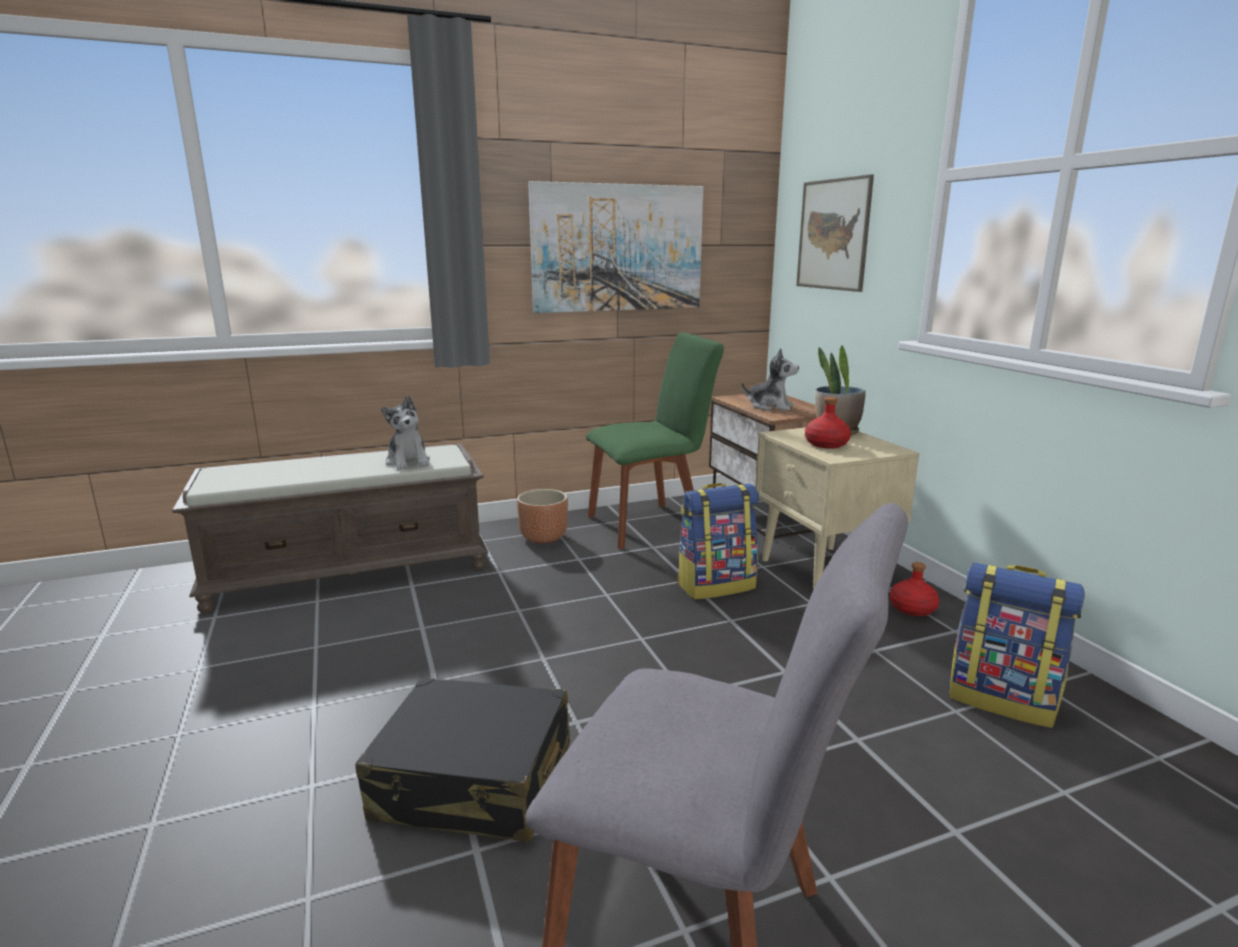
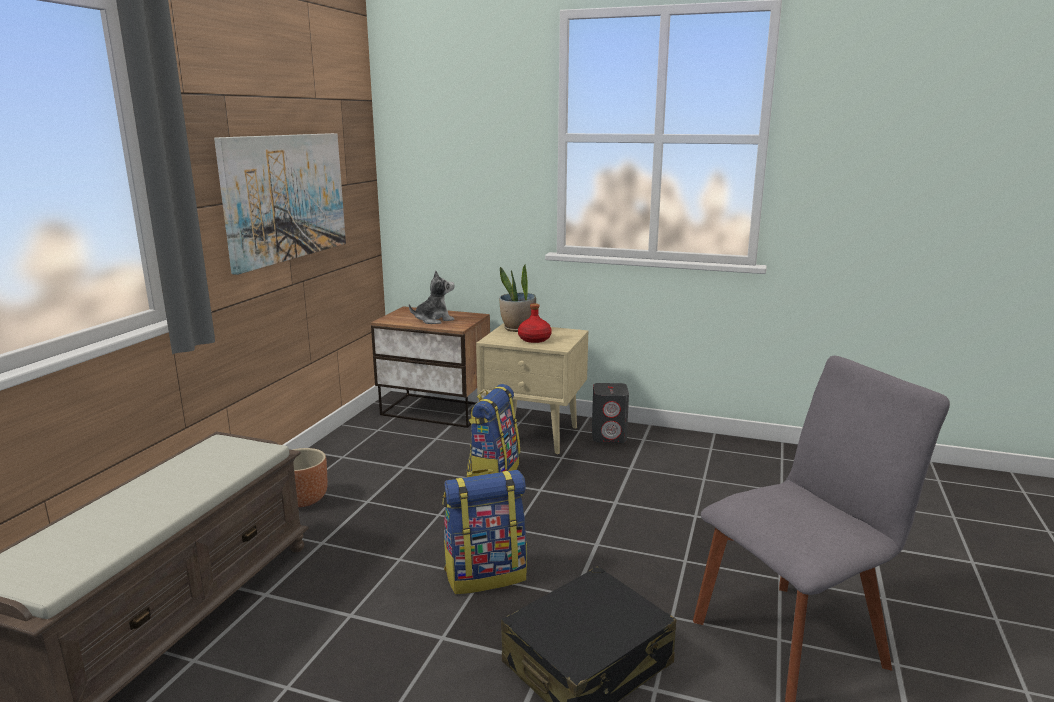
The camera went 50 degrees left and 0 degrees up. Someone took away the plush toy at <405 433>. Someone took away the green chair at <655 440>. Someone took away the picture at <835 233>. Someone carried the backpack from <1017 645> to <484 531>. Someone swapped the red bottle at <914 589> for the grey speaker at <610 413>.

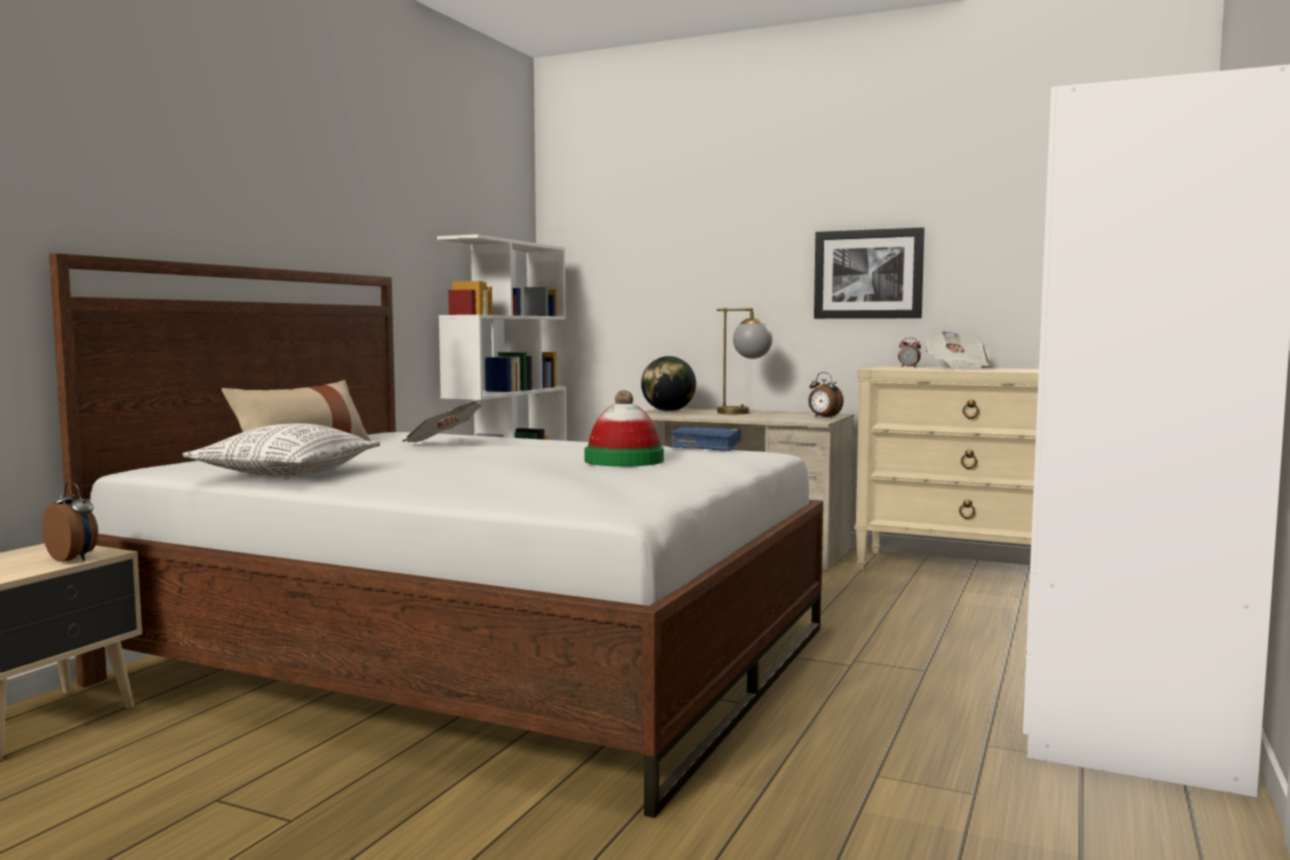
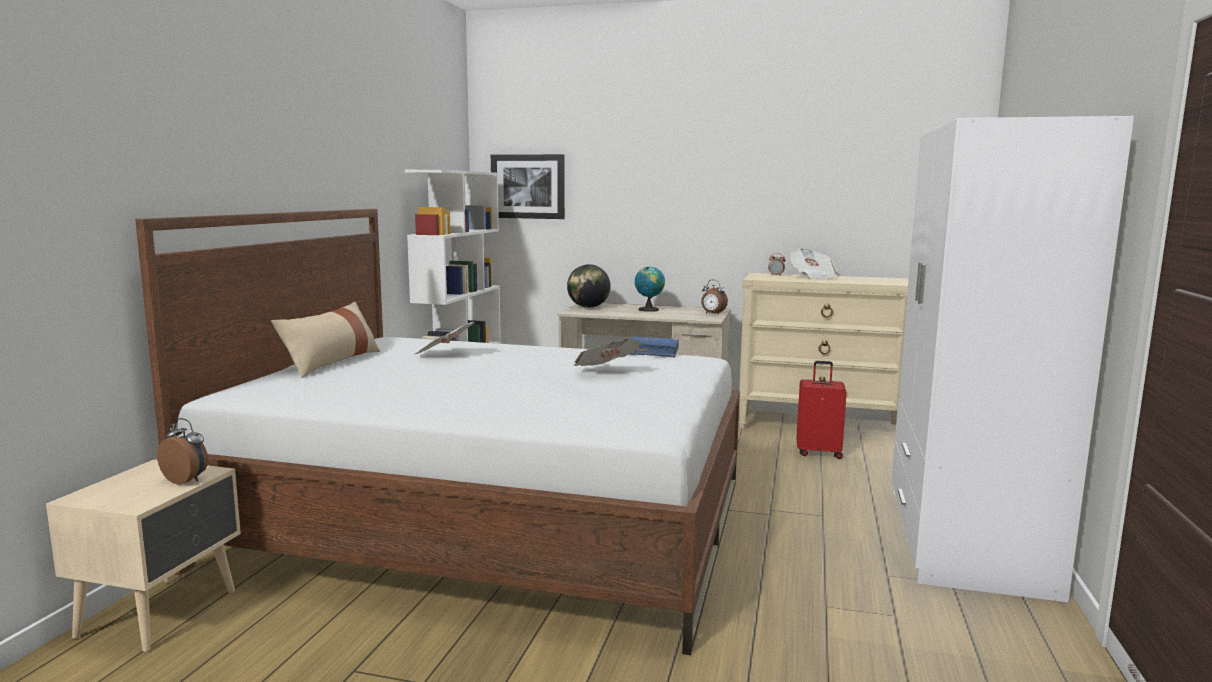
The camera went 10 degrees left and 5 degrees up. Someone took away the pillow at <281 450>. Someone put down the red suitcase at <822 410>. Someone carried the picture from <869 273> to <528 186>. Someone swapped the hat at <624 428> for the newspaper at <607 352>. Someone swapped the table lamp at <744 361> for the globe at <650 289>.

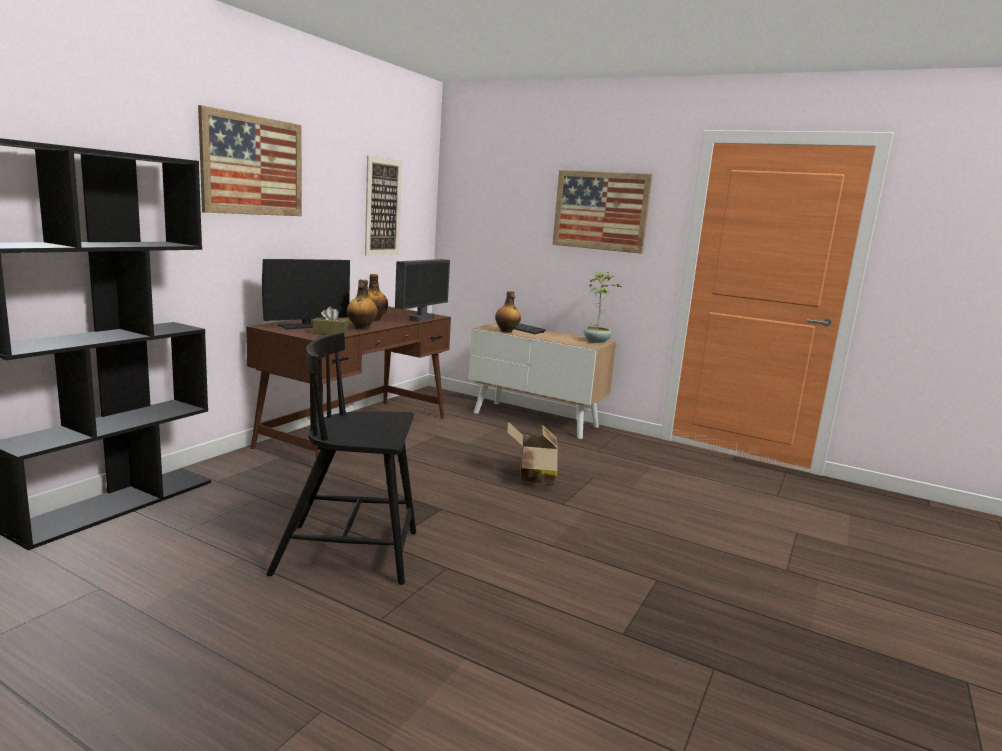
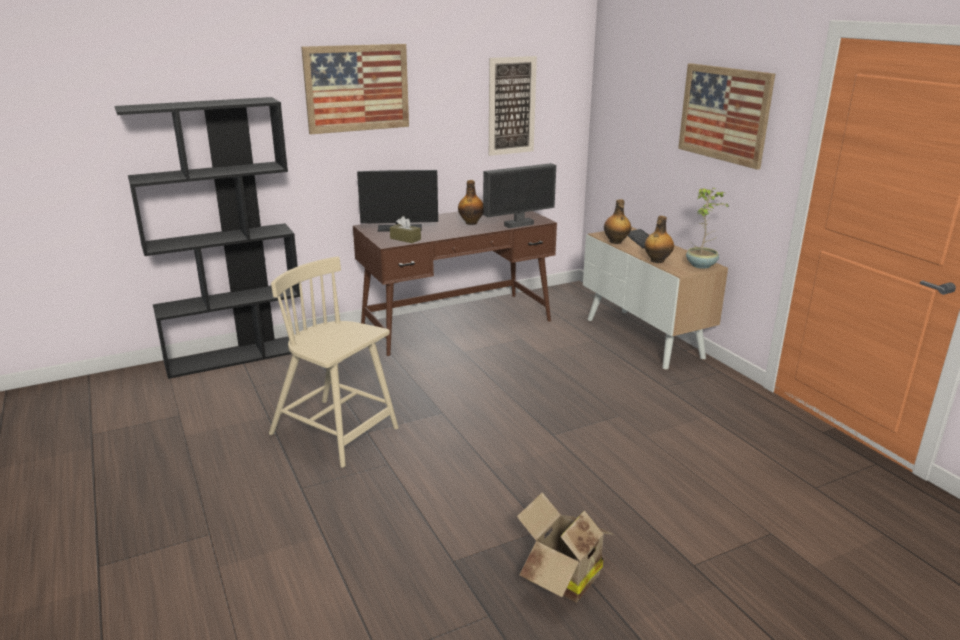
The camera went 35 degrees right and 10 degrees up. Someone carried the bottle from <362 304> to <659 239>. Someone carried the cardboard box from <532 453> to <566 547>. Someone repainted the black chair at <341 459>, which became the beige chair at <334 362>.

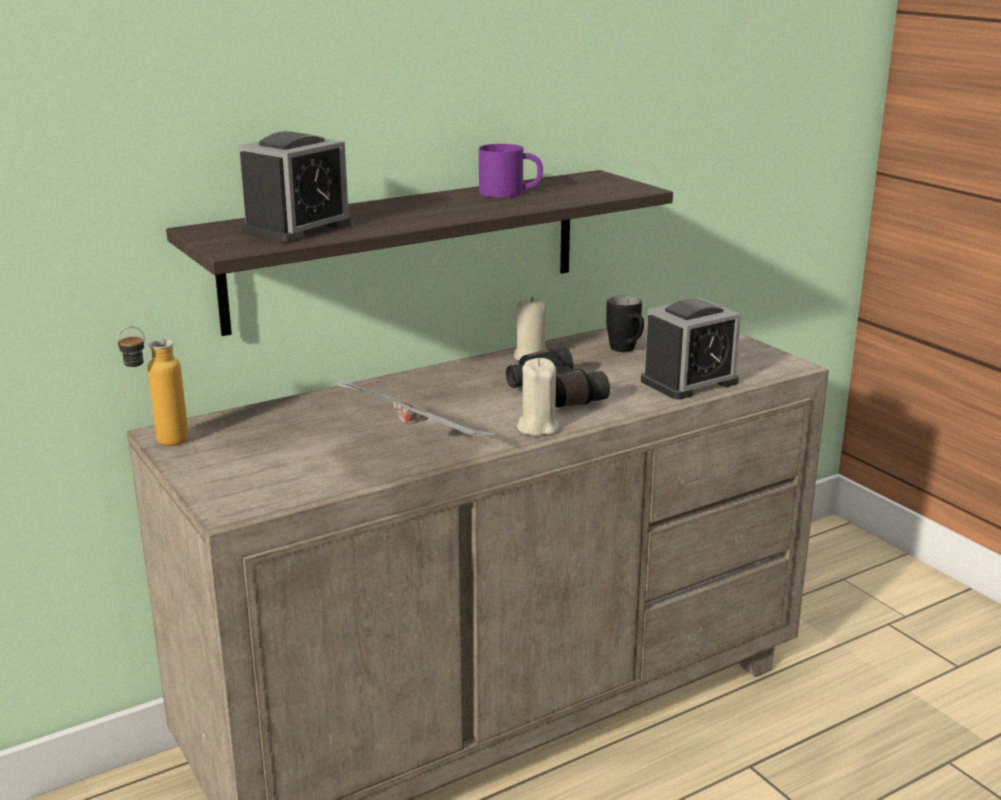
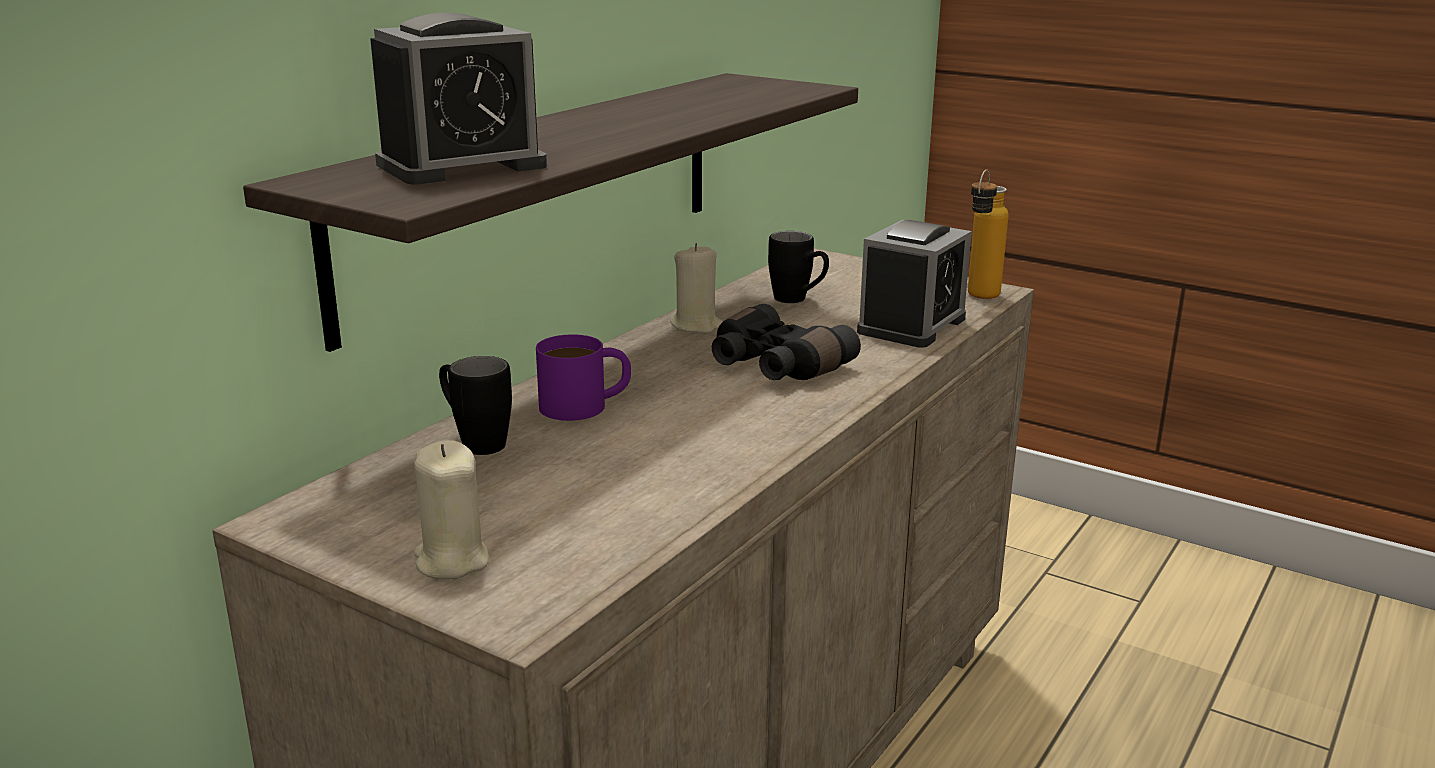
The camera went 25 degrees left and 0 degrees up. Someone took away the newspaper at <411 409>. Someone put down the black mug at <475 405>. Someone carried the bottle from <152 386> to <988 234>. Someone carried the purple mug from <511 170> to <583 377>. Someone carried the beige candle from <538 397> to <451 509>. Someone rotated the alarm clock at <295 187> by 45 degrees clockwise.

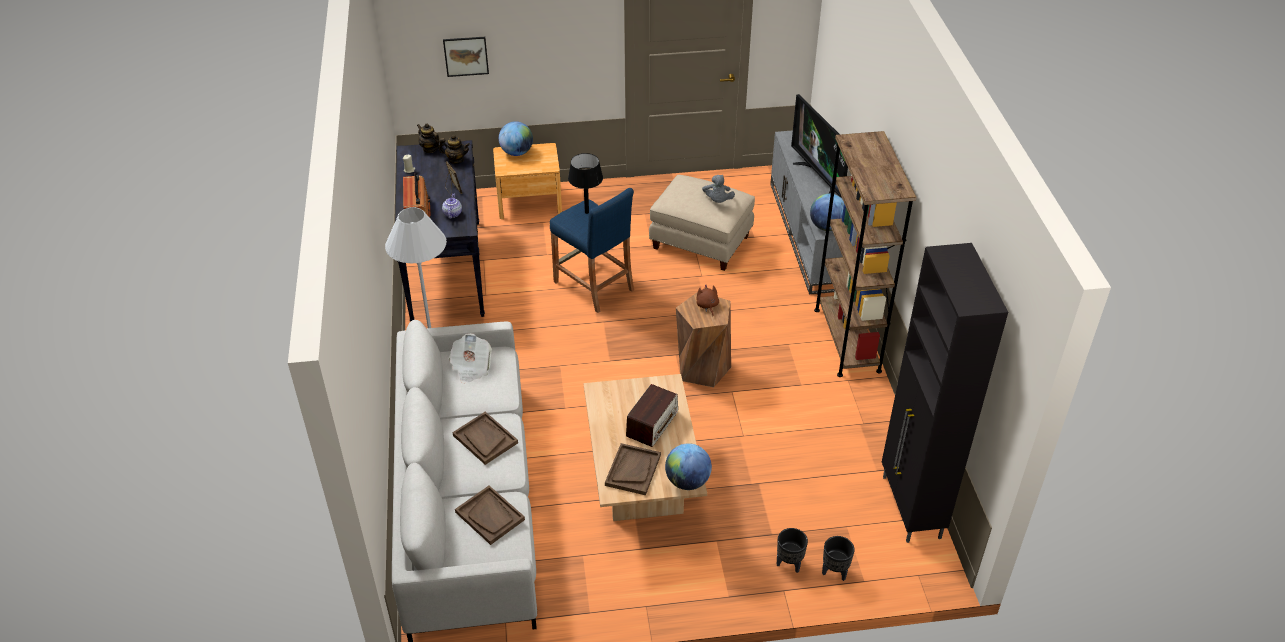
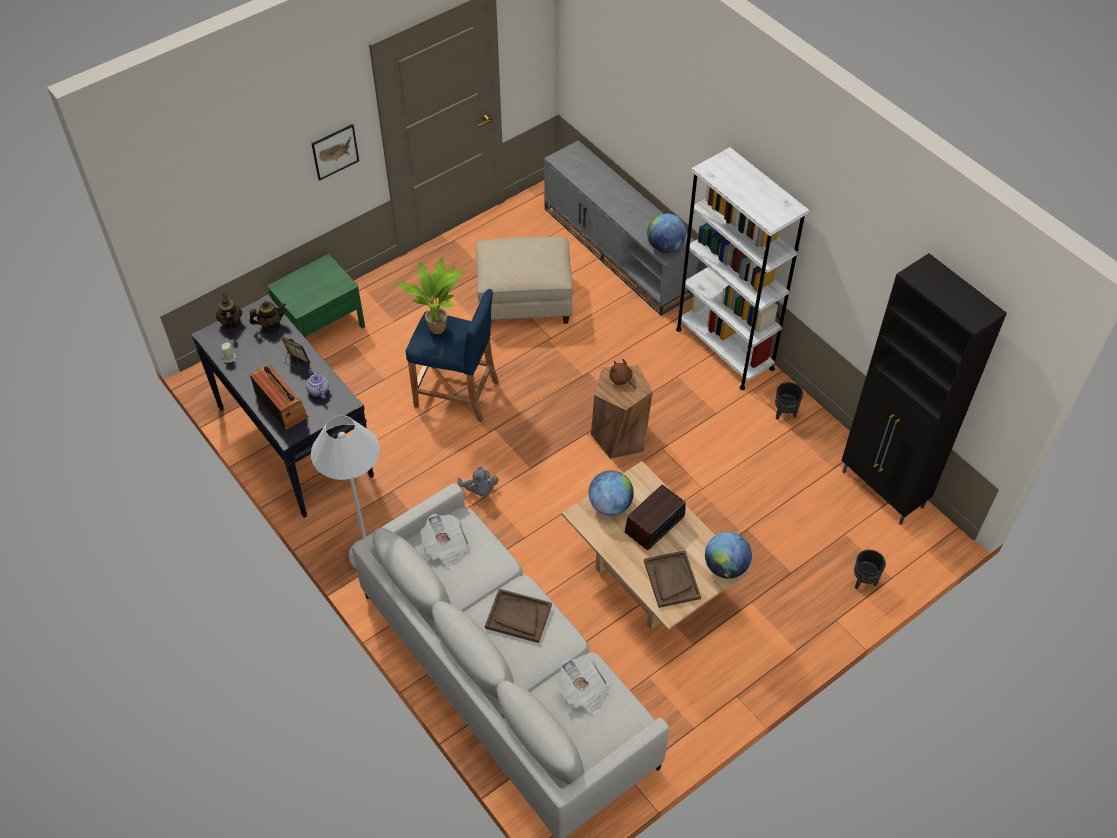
The camera went 30 degrees left and 10 degrees up. Someone took away the television at <819 146>. Someone carried the picture from <466 57> to <335 152>. Someone carried the globe from <516 138> to <611 493>. Someone carried the grey plush toy from <718 189> to <478 481>. Someone carried the black planter from <792 550> to <789 401>. Someone swapped the brown tray at <490 515> for the newspaper at <583 685>. Someone swapped the black table lamp at <585 183> for the potted plant at <430 295>. Someone repainted the brown nightstand at <527 181>, which became the green nightstand at <316 295>. Someone repainted the brown bookcase at <865 254>, which became the white bookcase at <742 268>. Someone rotated the teapot at <428 138> by 60 degrees clockwise. Someone rotated the radio at <652 415> by 135 degrees counterclockwise.

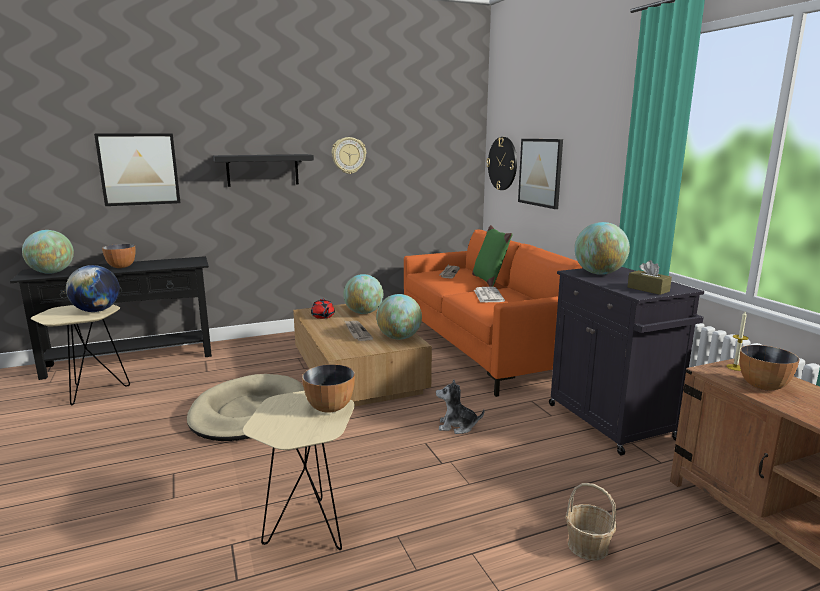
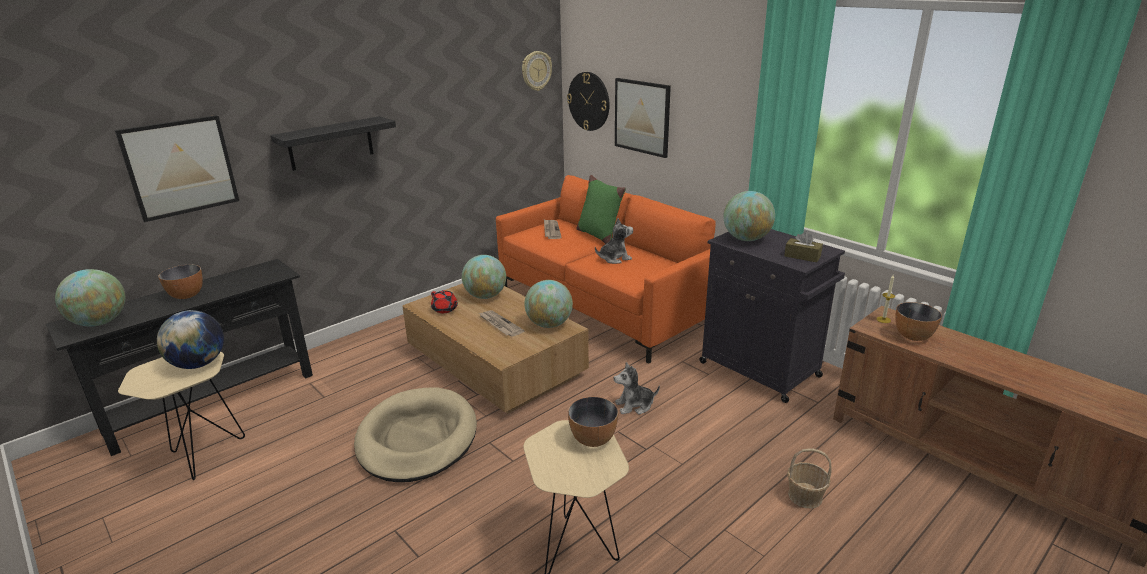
The camera went 20 degrees left and 10 degrees up. Someone carried the wall clock from <349 155> to <537 71>. Someone swapped the newspaper at <489 294> for the plush toy at <614 241>.

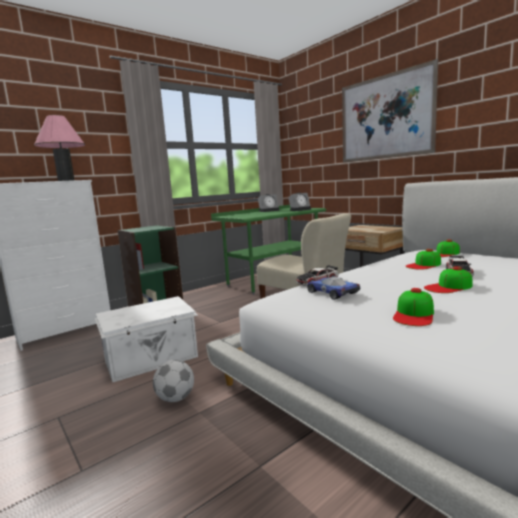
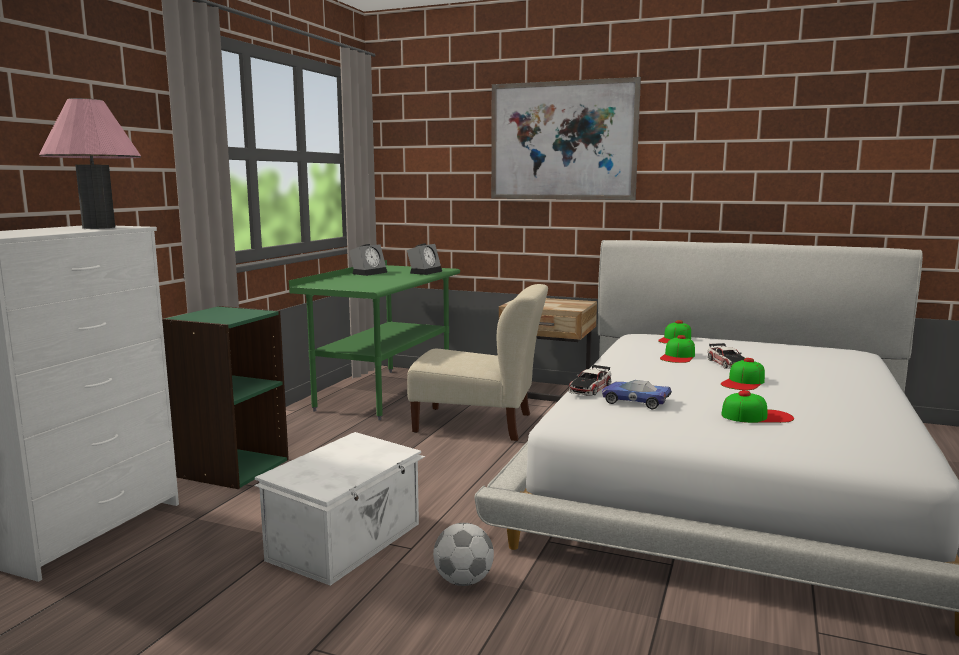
The camera went 30 degrees left and 0 degrees up. Someone rotated the cap at <413 307> by 90 degrees counterclockwise.

